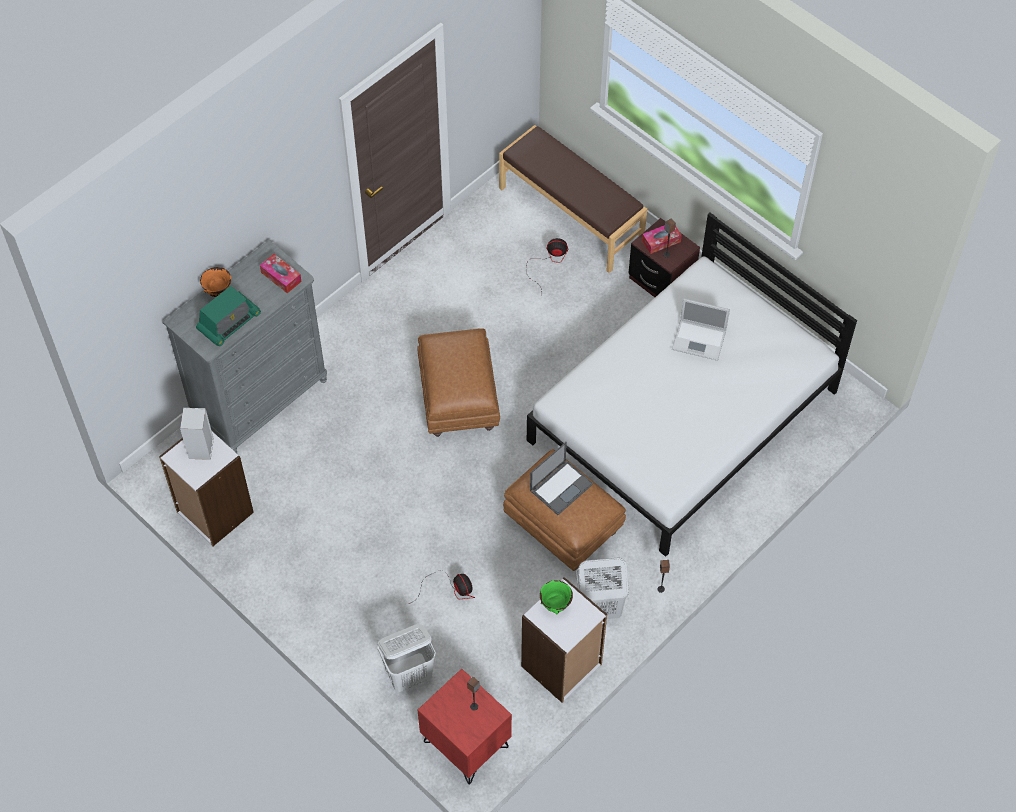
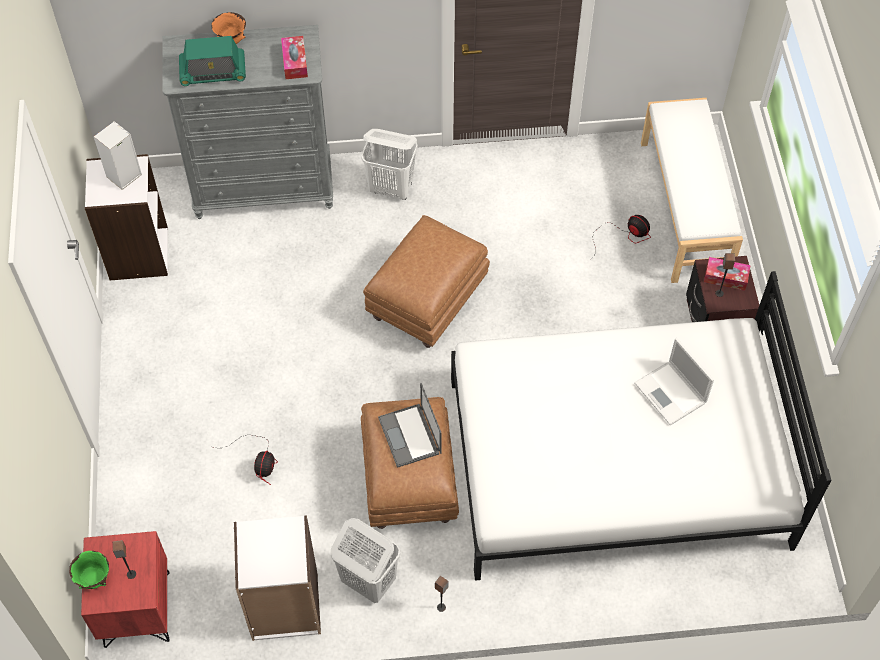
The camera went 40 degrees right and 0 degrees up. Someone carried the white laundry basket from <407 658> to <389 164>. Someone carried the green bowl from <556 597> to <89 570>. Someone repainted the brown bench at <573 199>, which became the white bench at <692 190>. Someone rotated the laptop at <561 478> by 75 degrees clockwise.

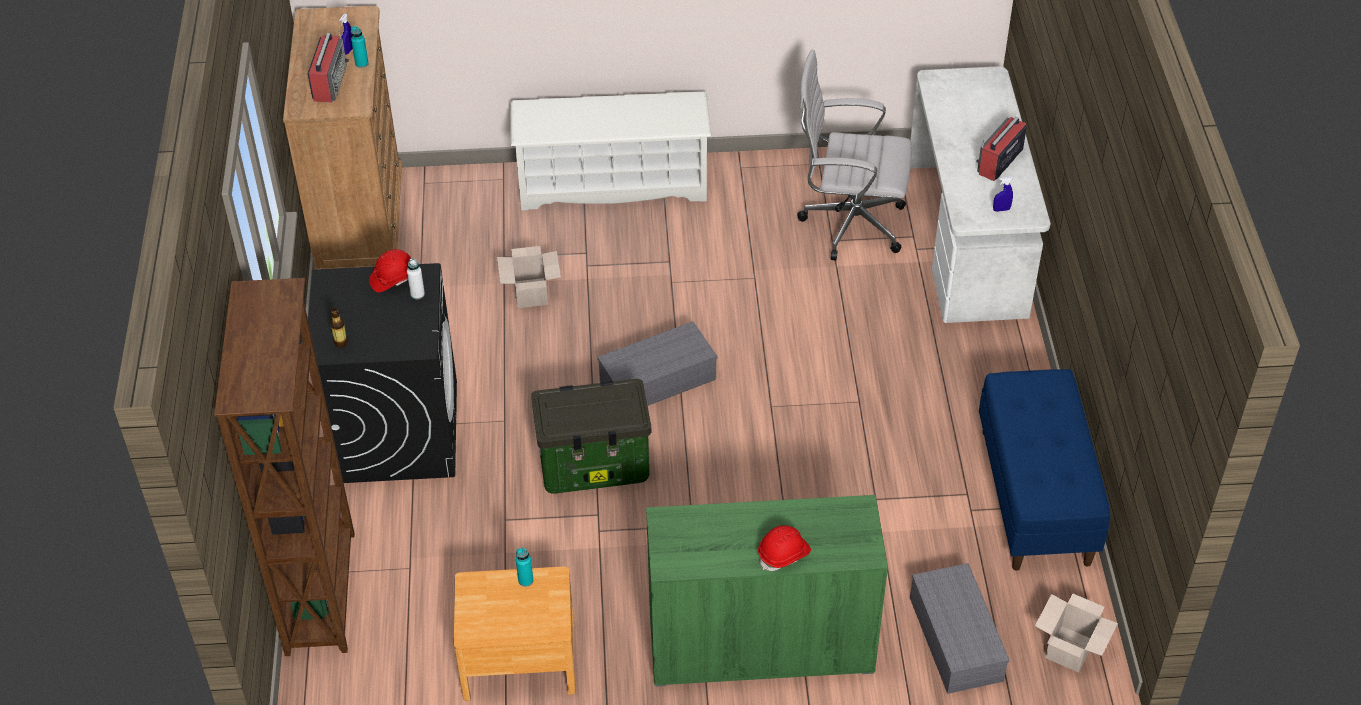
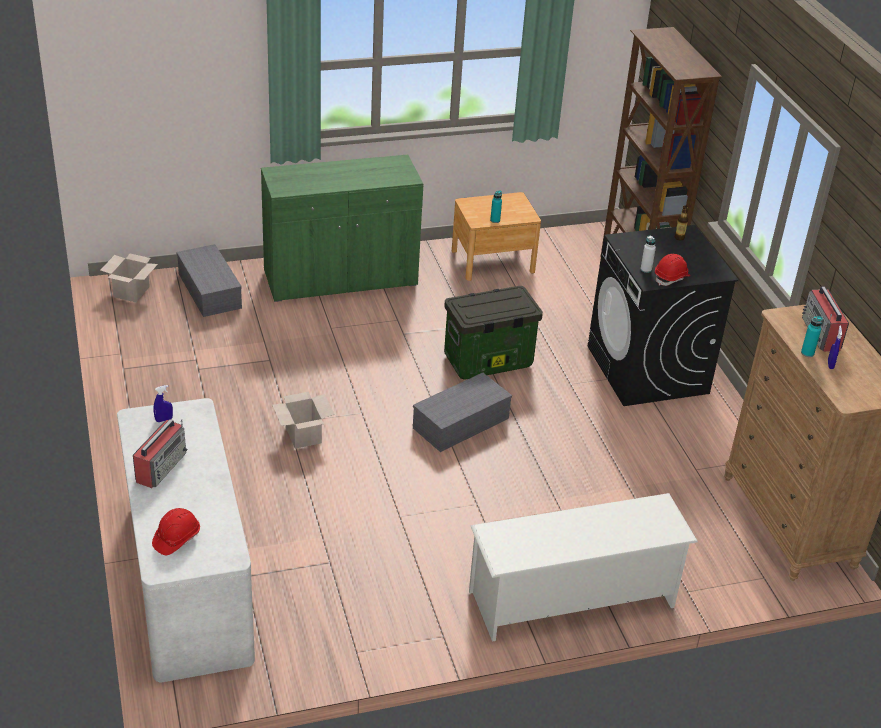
The camera went 165 degrees right and 10 degrees down. Someone took away the white office chair at <854 154>. Someone took away the blue bench at <1044 470>. Someone carried the cardboard box from <529 277> to <303 420>. Someone carried the red hard hat from <784 548> to <176 531>.

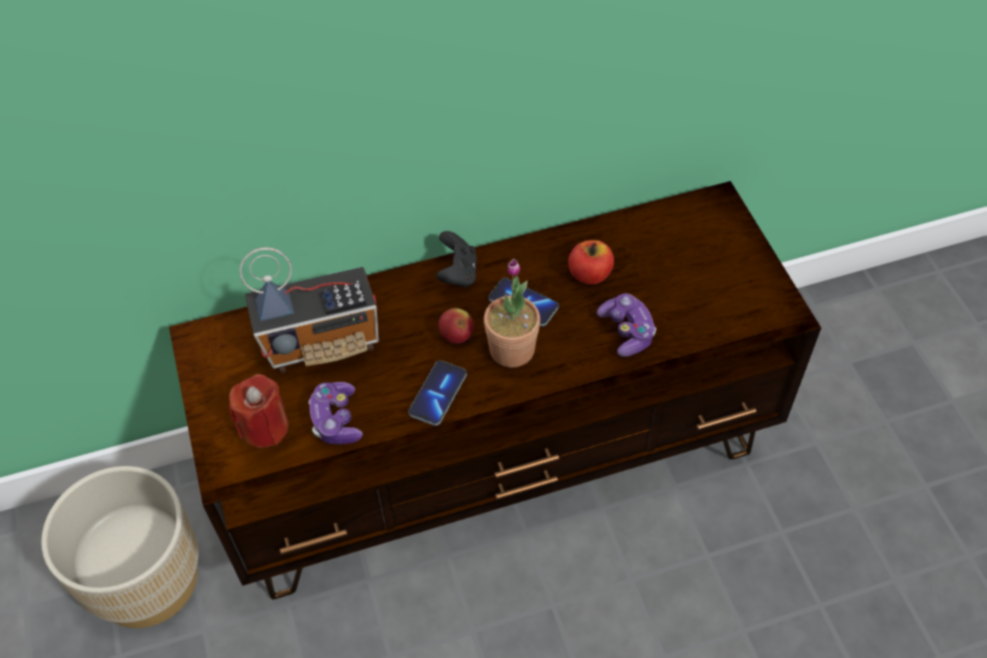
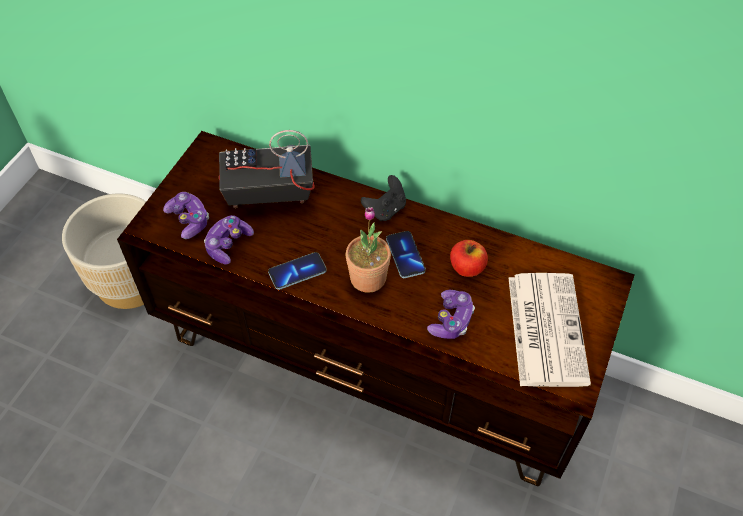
The camera went 40 degrees right and 0 degrees up. Someone took away the apple at <456 326>. Someone put down the newspaper at <549 330>. Someone swapped the red candle at <258 411> for the game controller at <186 215>. Someone rotated the radio at <309 310> by 150 degrees clockwise.

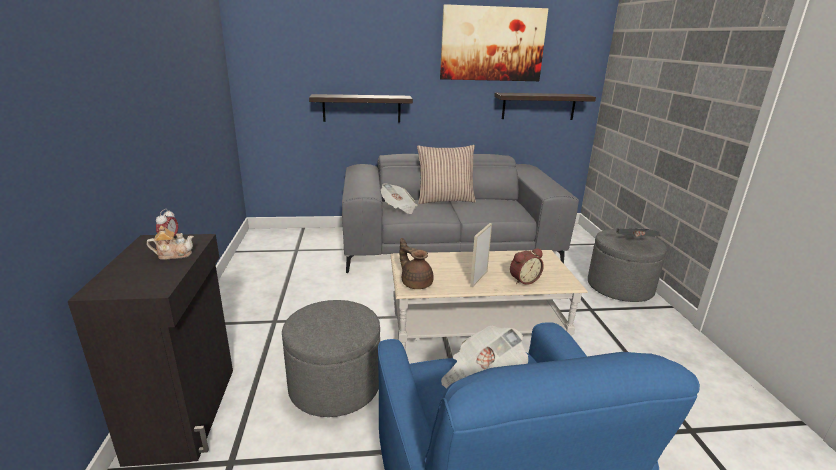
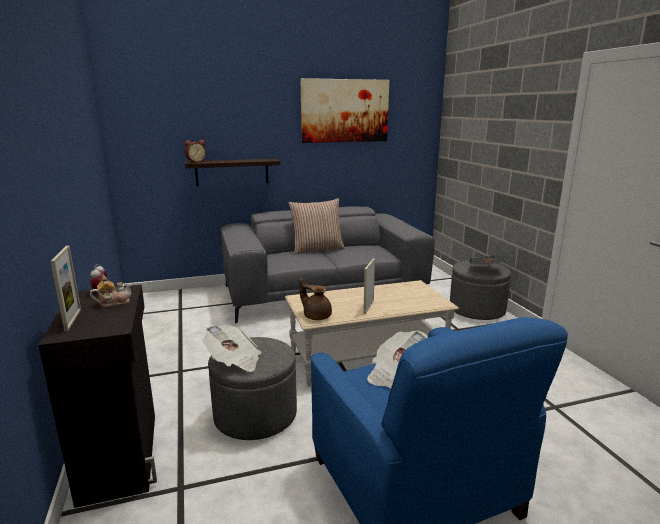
The camera went 10 degrees left and 5 degrees down. Someone took away the shelf at <545 106>. Someone put down the picture frame at <66 288>. Someone carried the newspaper from <399 198> to <232 348>. Someone carried the alarm clock from <527 267> to <195 151>.

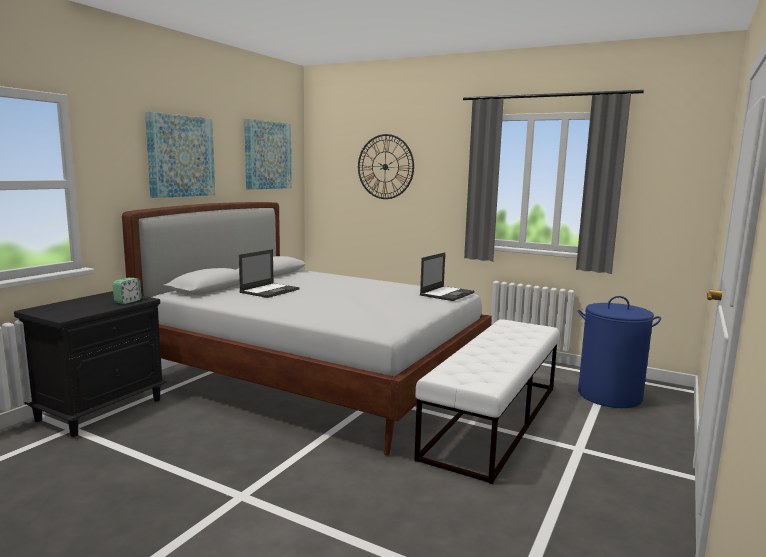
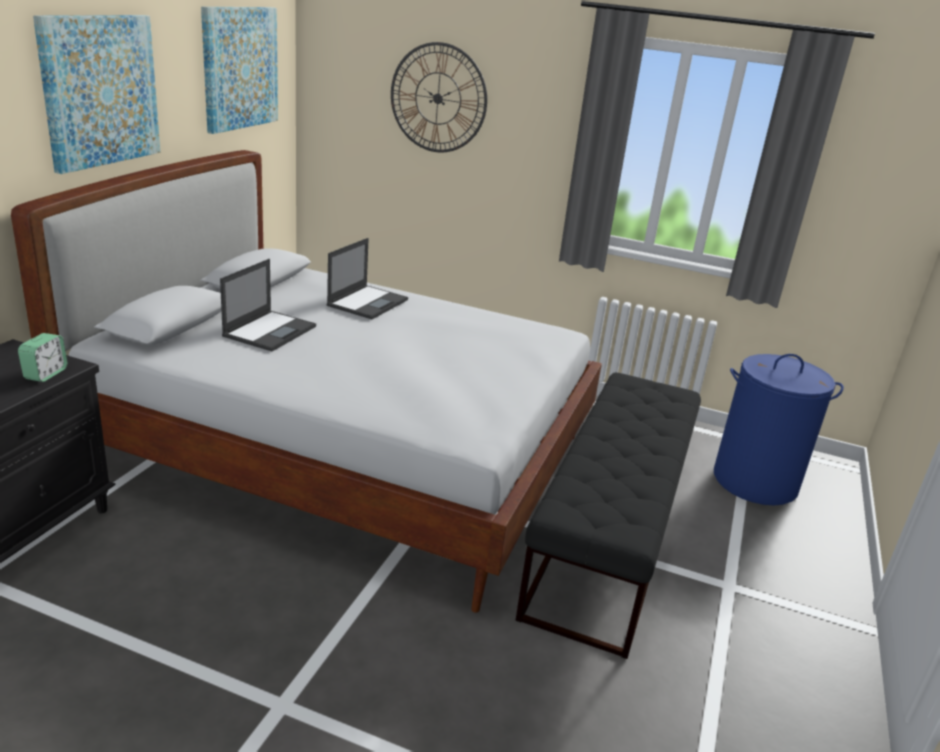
The camera went 10 degrees left and 15 degrees up. Someone carried the laptop from <447 276> to <367 278>. Someone repainted the white bench at <487 401>, which became the black bench at <608 515>.

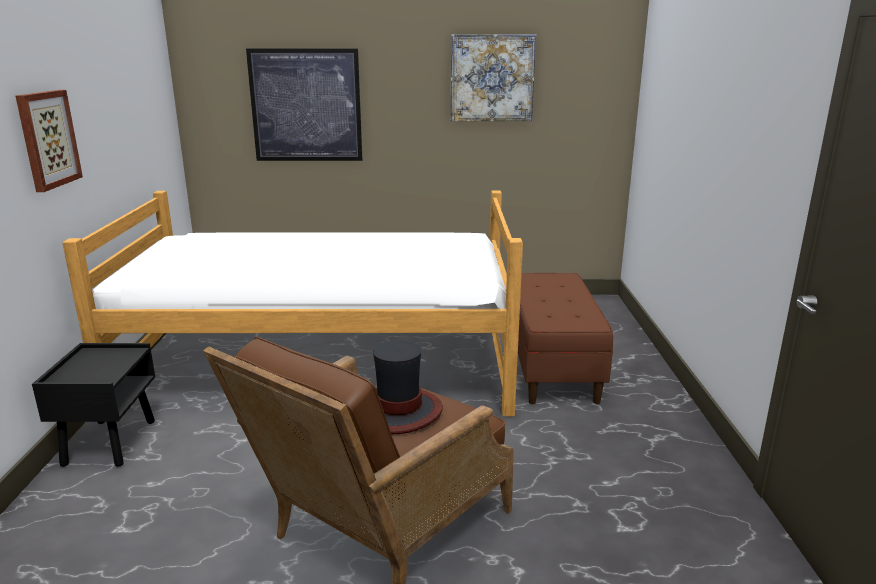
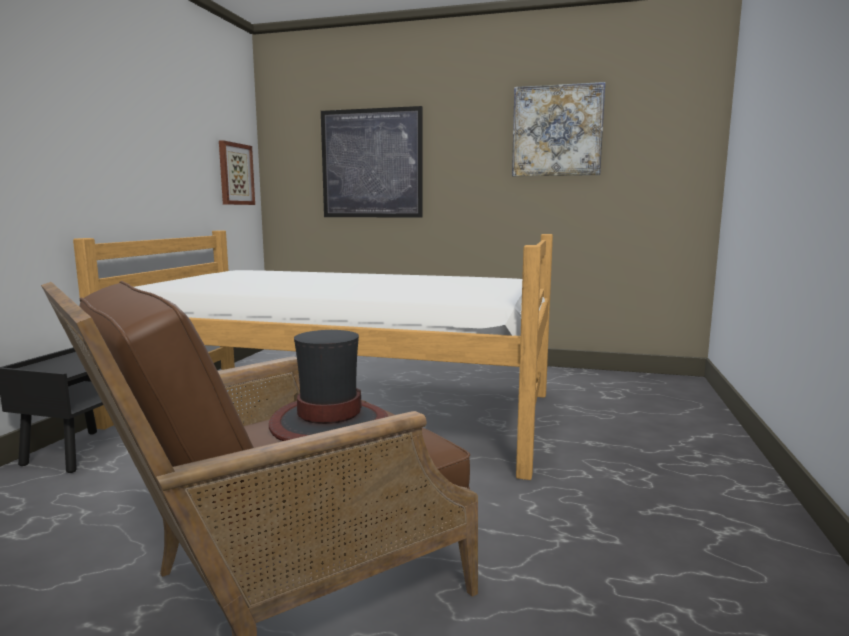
The camera went 15 degrees right and 10 degrees down. Someone took away the brown bench at <565 338>. Someone carried the picture from <49 141> to <237 172>.

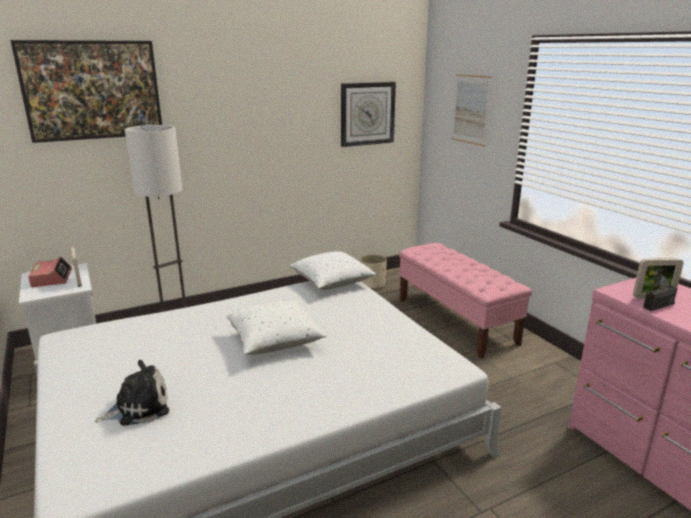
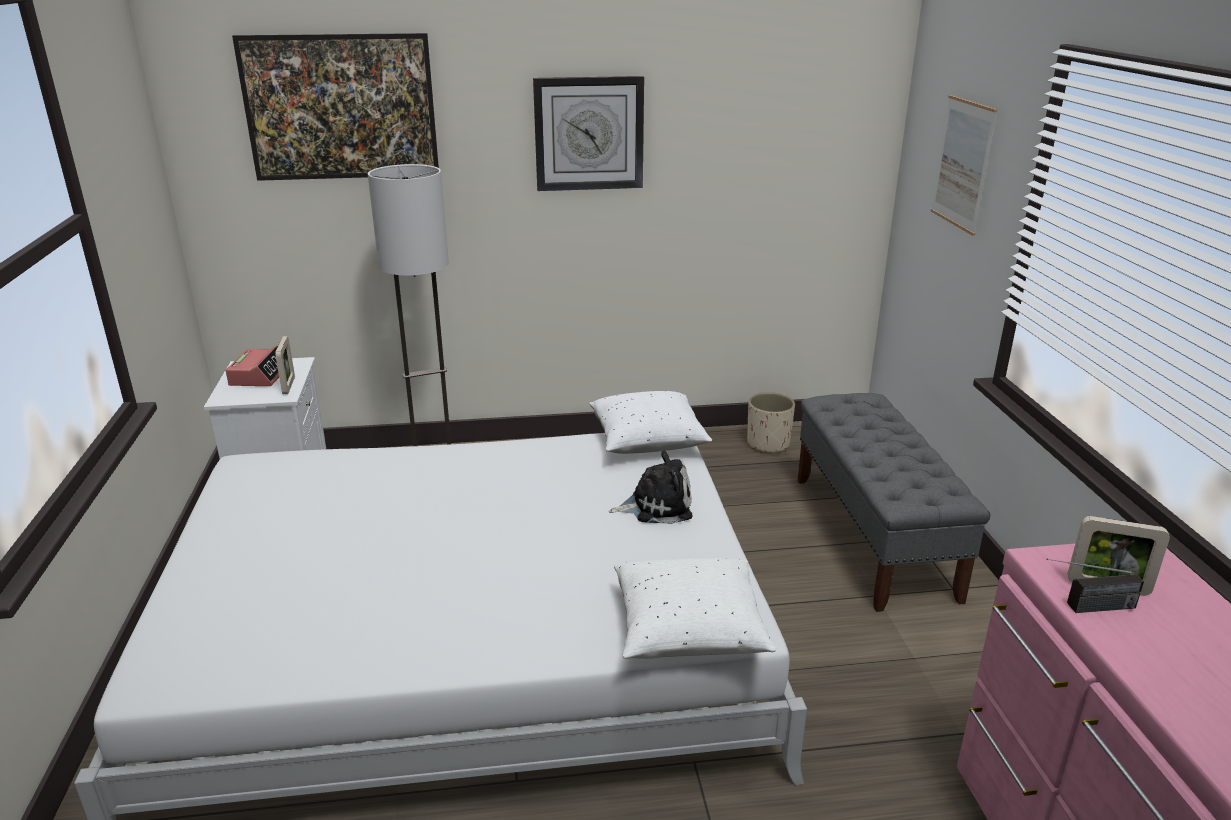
The camera went 20 degrees right and 5 degrees up. Someone carried the plush toy from <131 393> to <651 487>. Someone carried the white pillow from <276 327> to <695 608>. Someone carried the wall clock from <368 114> to <588 133>. Someone repainted the pink bench at <465 300>, which became the grey bench at <894 502>.

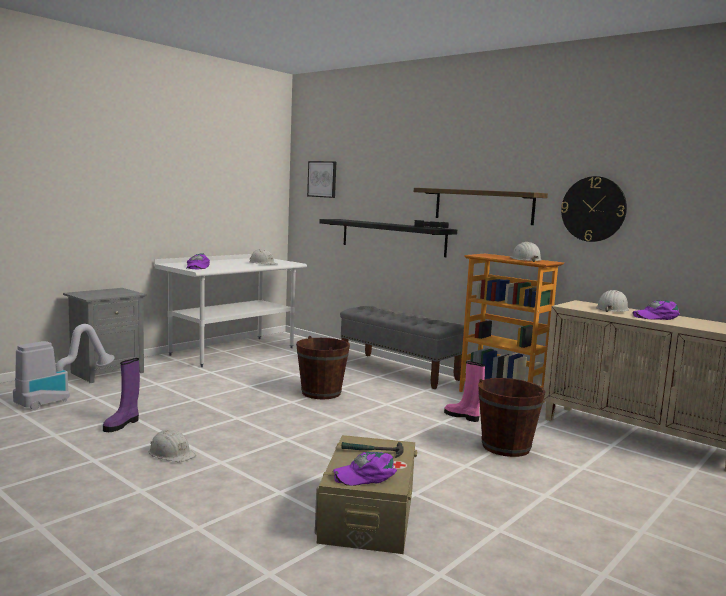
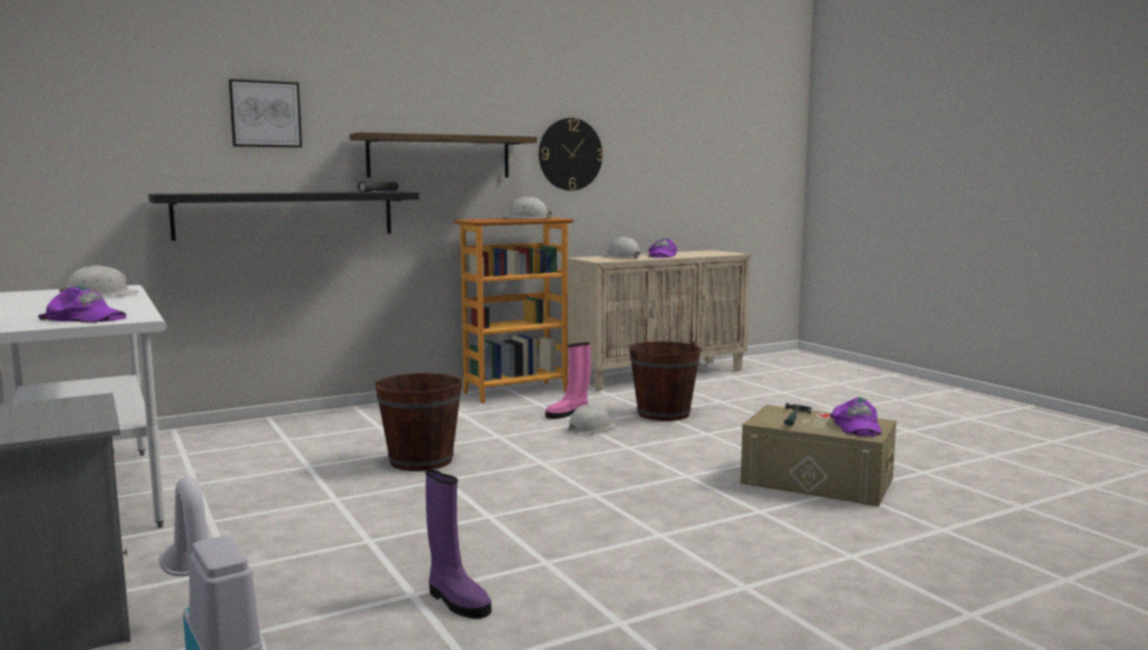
The camera went 70 degrees left and 0 degrees up. Someone took away the grey bench at <402 347>. Someone carried the white hard hat from <172 446> to <592 418>. Someone carried the picture from <321 179> to <265 113>.

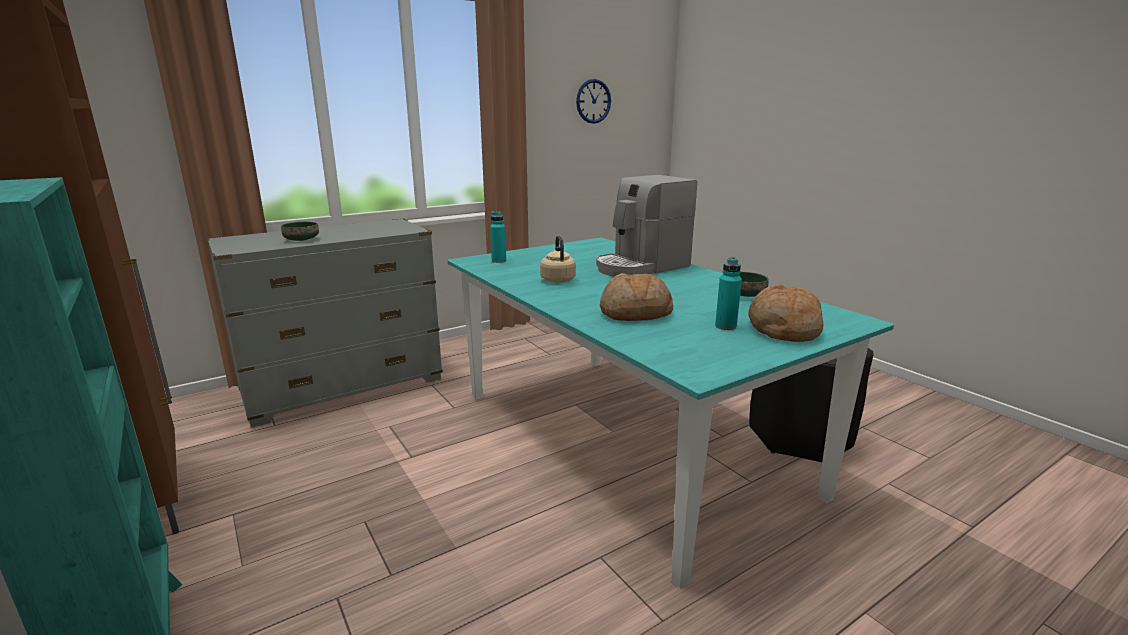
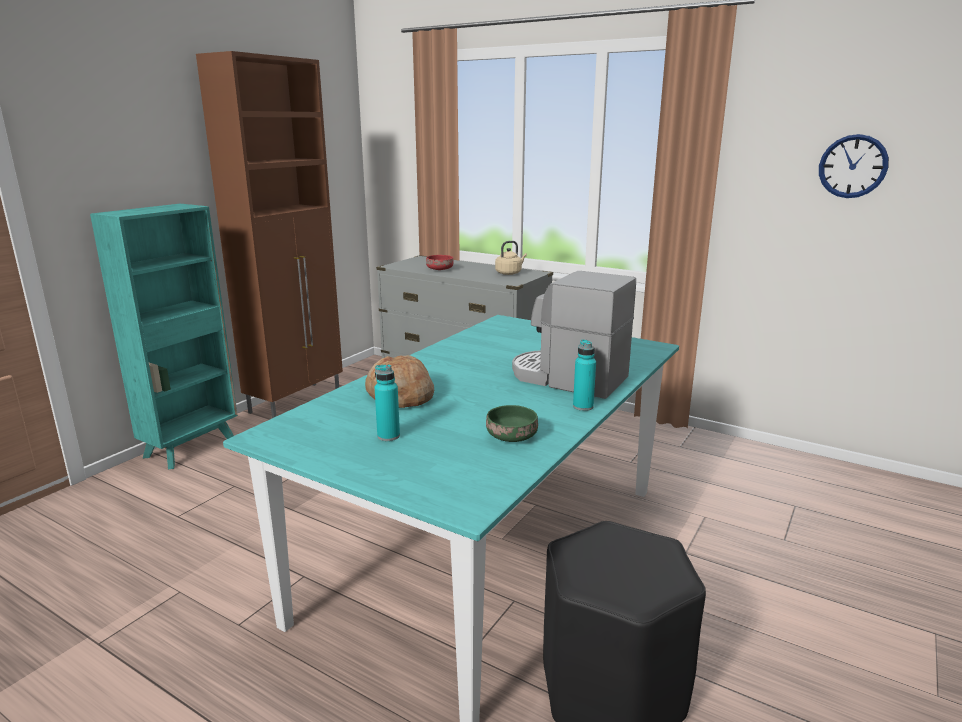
The camera went 65 degrees right and 0 degrees up. Someone took away the bread at <785 313>. Someone carried the turquoise bottle from <498 237> to <584 375>. Someone carried the beige kettle from <558 259> to <511 258>. Someone repainted the green bowl at <300 231>, which became the red bowl at <439 262>.

